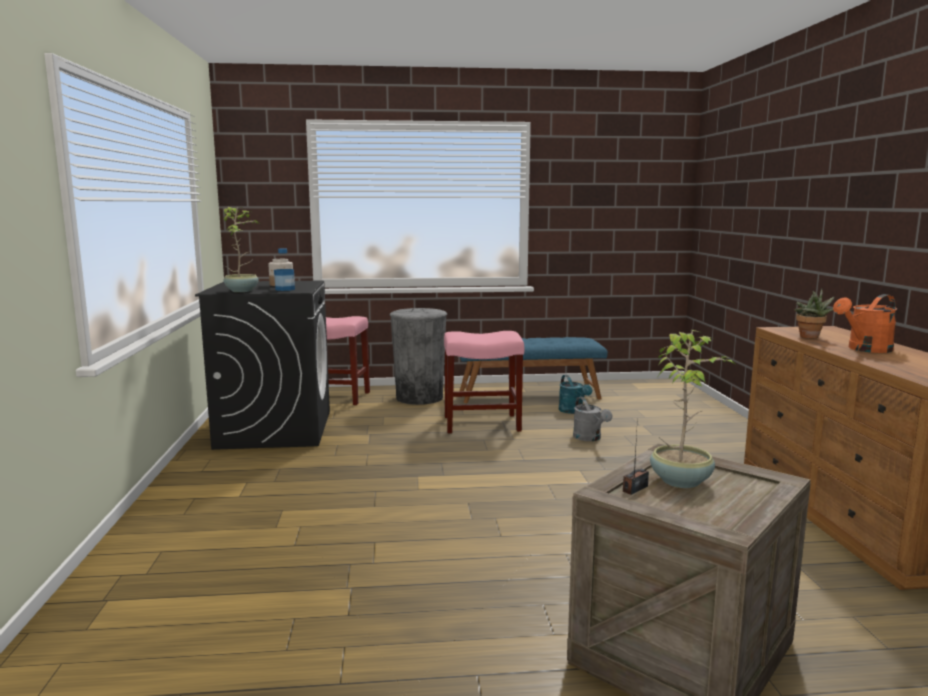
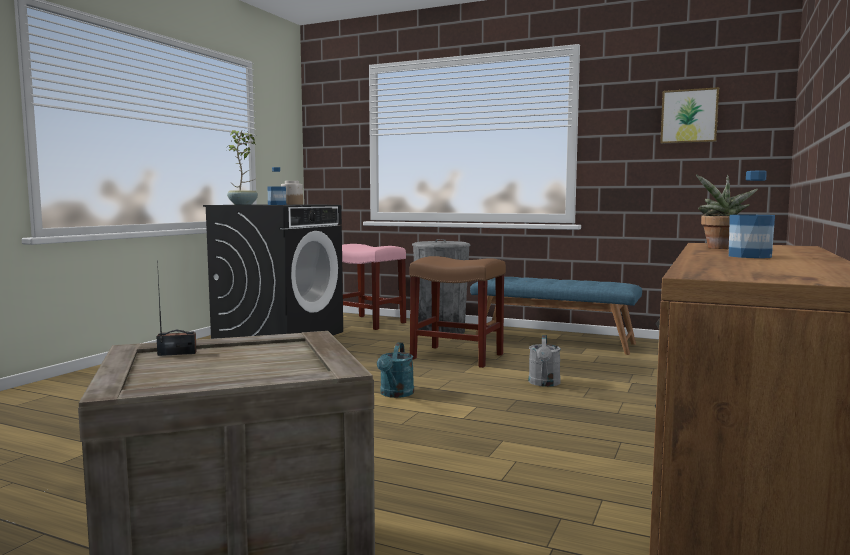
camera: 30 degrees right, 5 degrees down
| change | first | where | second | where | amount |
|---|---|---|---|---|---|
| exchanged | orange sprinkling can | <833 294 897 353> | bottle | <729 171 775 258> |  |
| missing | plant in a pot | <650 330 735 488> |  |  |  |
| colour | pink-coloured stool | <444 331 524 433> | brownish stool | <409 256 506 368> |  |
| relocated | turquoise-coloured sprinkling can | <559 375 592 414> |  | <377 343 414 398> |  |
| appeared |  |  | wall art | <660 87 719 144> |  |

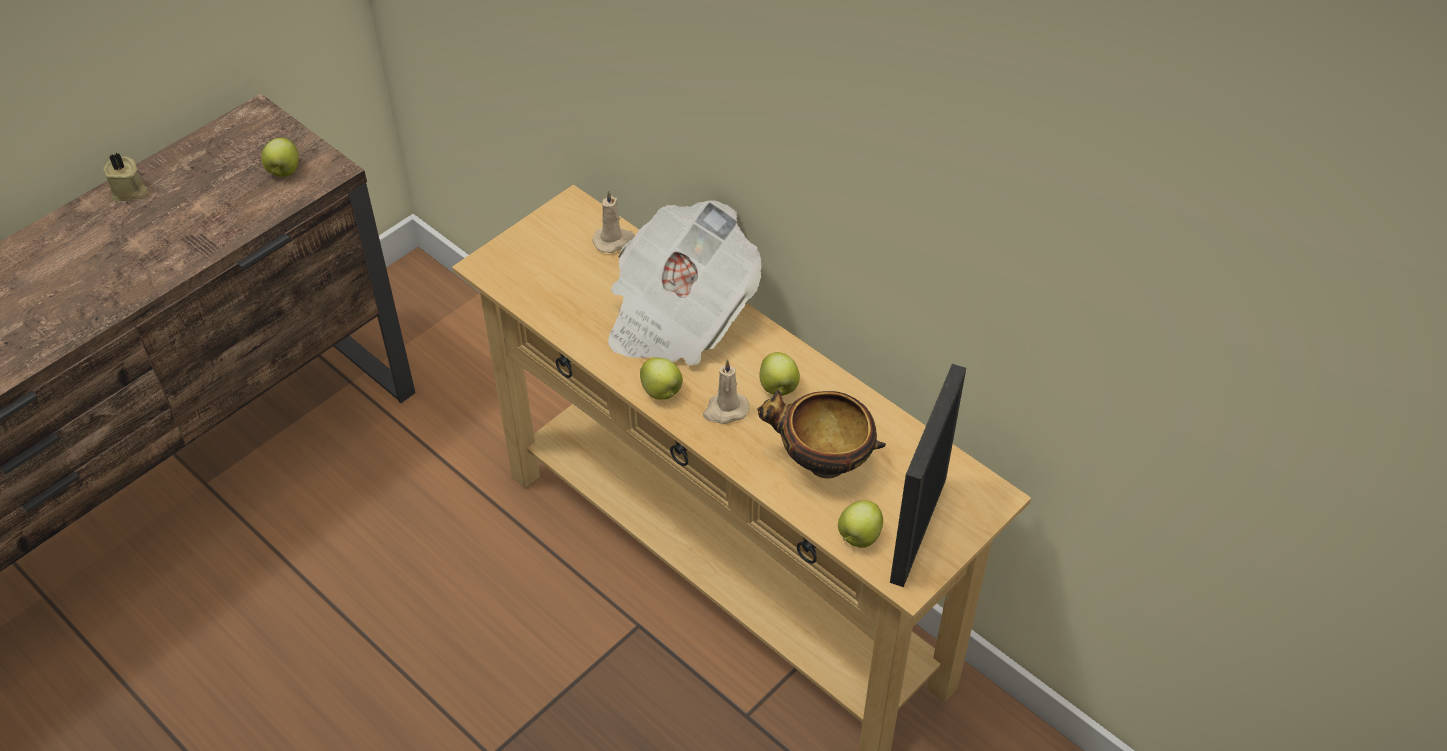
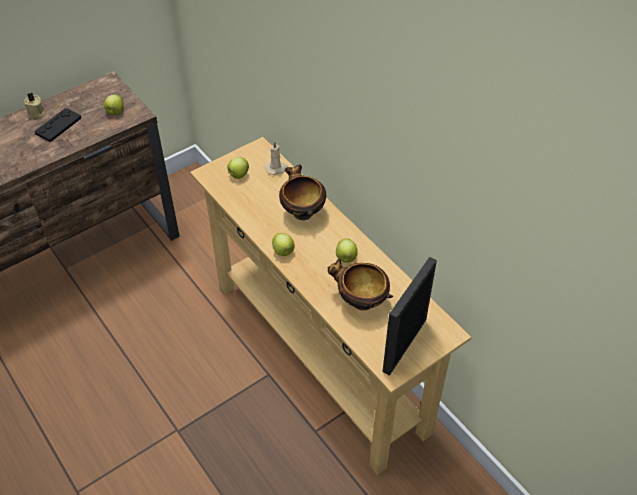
camera: 10 degrees right, 0 degrees up
| change | first | where | second | where | amount |
|---|---|---|---|---|---|
| exchanged | printed paper | <608 200 761 365> | serving bowl | <279 165 326 220> |  |
| missing | beige-coloured wax candle | <703 359 749 424> |  |  |  |
| relocated | whole apple | <838 500 883 548> |  | <227 158 249 179> |  |
| appeared |  |  | black-coloured game controller | <35 108 81 142> |  |

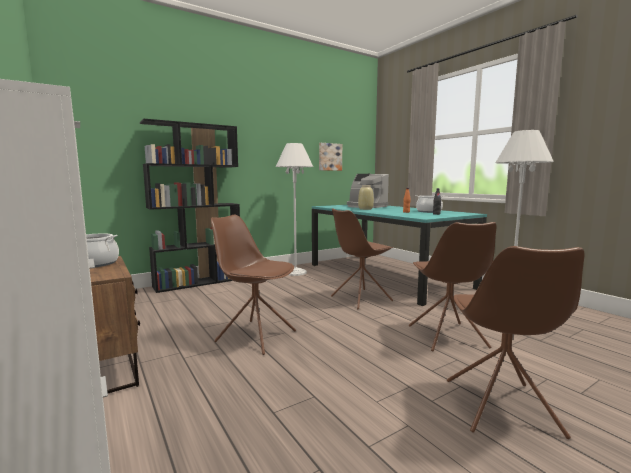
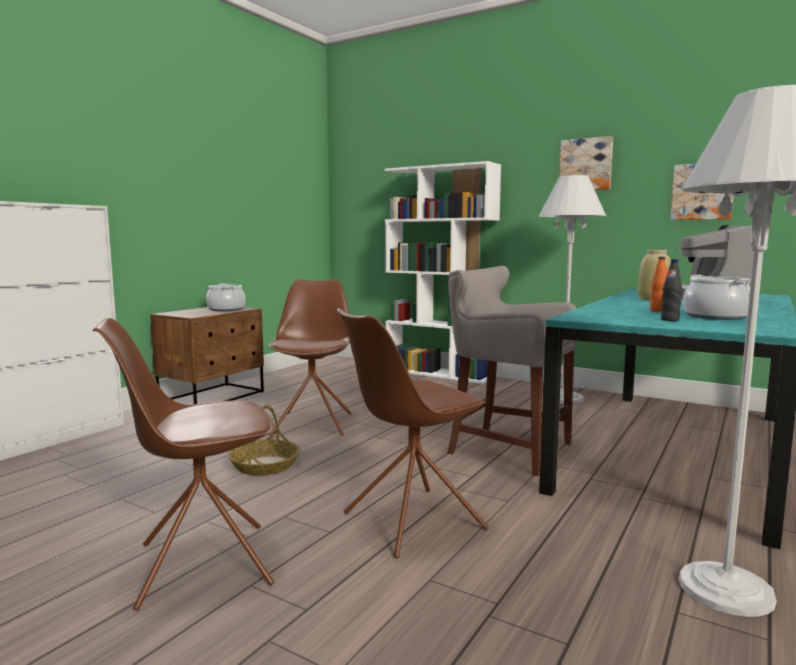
camera: 65 degrees right, 0 degrees up
| change | first | where | second | where | amount |
|---|---|---|---|---|---|
| colour | black-coloured shelving unit | <140 118 240 293> | white shelving unit | <385 161 501 384> |  |
| exchanged | brownish plain chair | <331 208 393 310> | gray stool | <447 266 577 476> |  |
| appeared |  |  | wall art | <559 136 613 190> |  |
| appeared |  |  | storage basket | <228 405 300 475> |  |

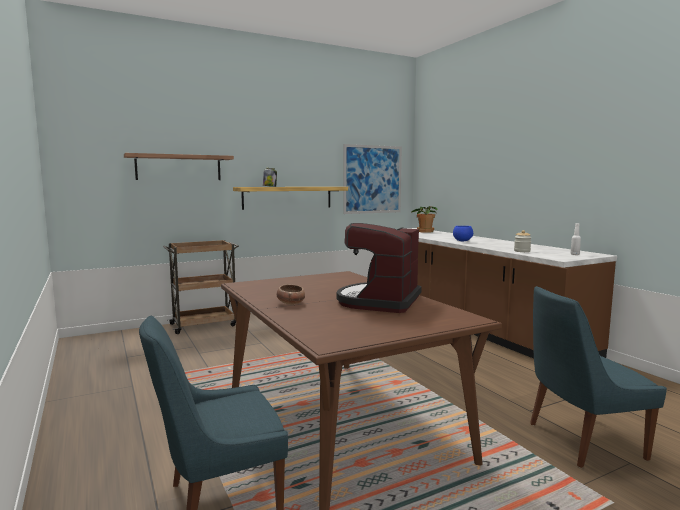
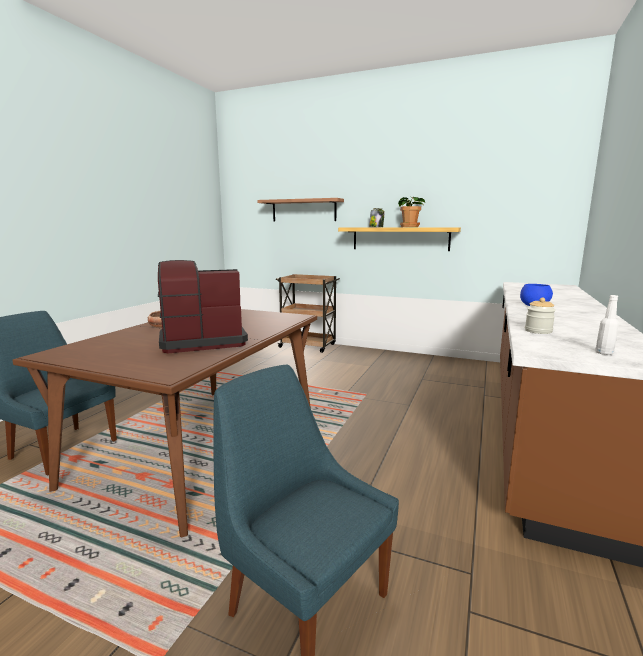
camera: 50 degrees right, 5 degrees up
| change | first | where | second | where | amount |
|---|---|---|---|---|---|
| missing | wall art | <343 144 402 214> |  |  |  |
| relocated | plant in a pot | <411 206 437 233> |  | <398 197 425 227> |  |

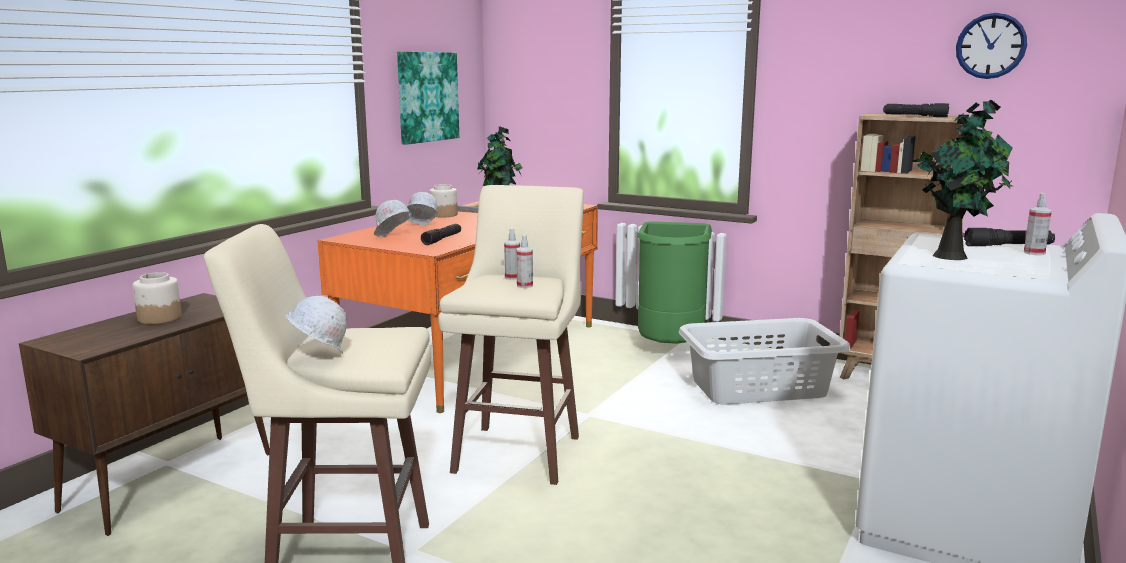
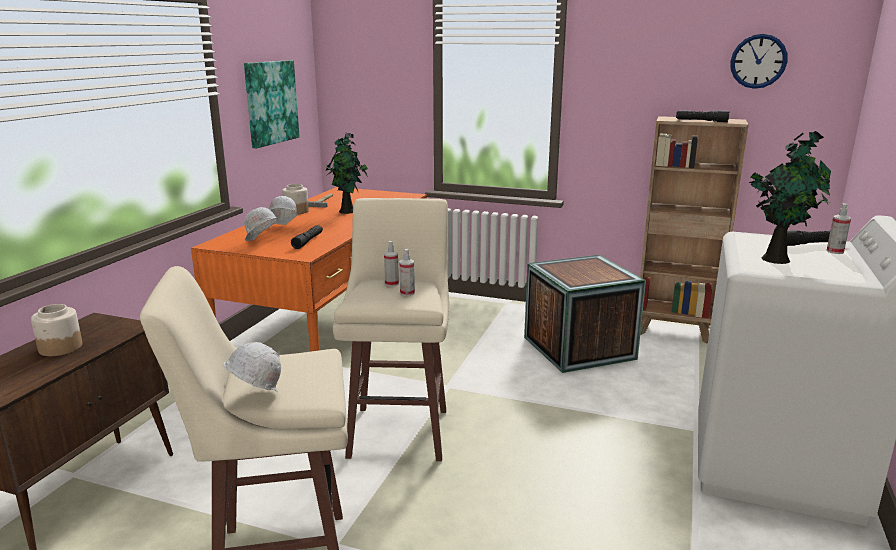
camera: 10 degrees left, 5 degrees up
| change | first | where | second | where | amount |
|---|---|---|---|---|---|
| missing | green-coloured waste bin | <637 221 712 344> |  |  |  |
| exchanged | gray hamper | <679 318 850 404> | packing crate | <524 255 646 373> |  |

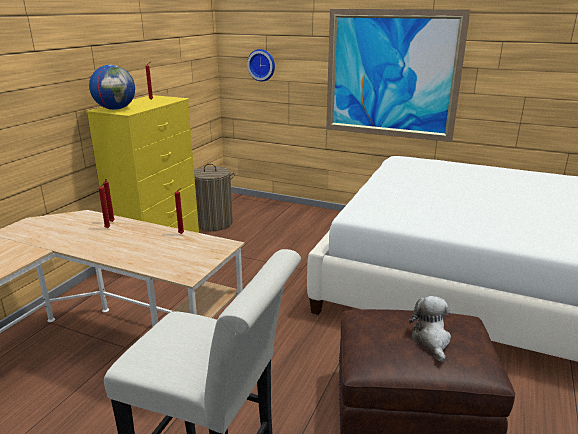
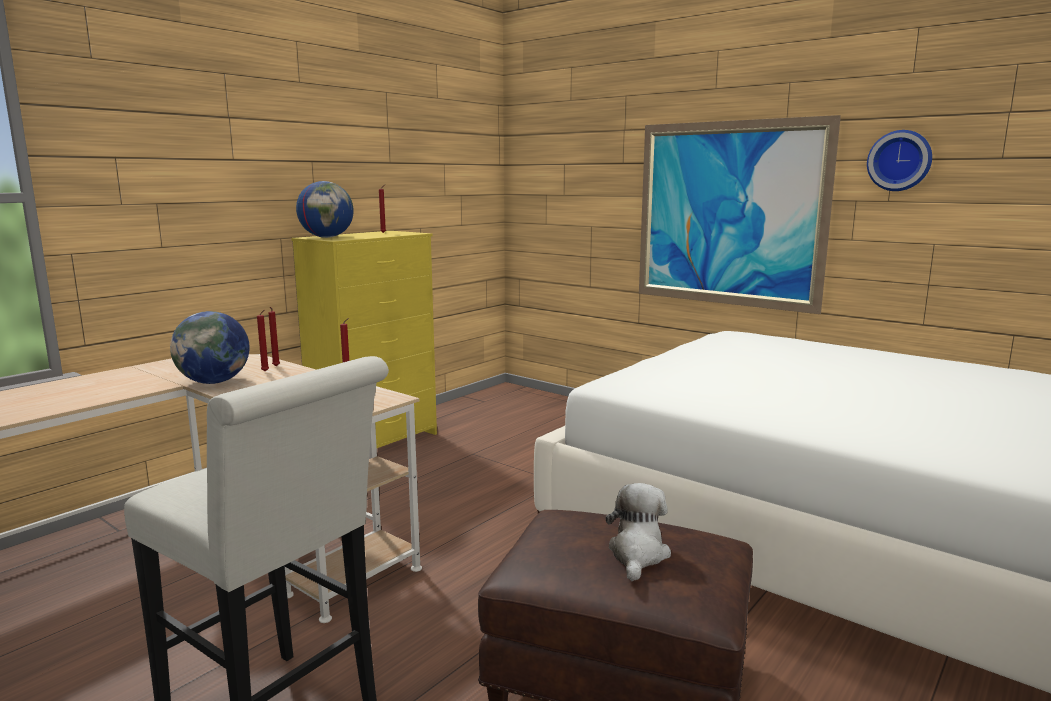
camera: 15 degrees right, 10 degrees down
| change | first | where | second | where | amount |
|---|---|---|---|---|---|
| relocated | hanging clock | <247 49 275 81> |  | <867 130 932 191> |  |
| missing | hamper | <194 163 235 231> |  |  |  |
| appeared |  |  | desk globe | <170 311 250 384> |  |

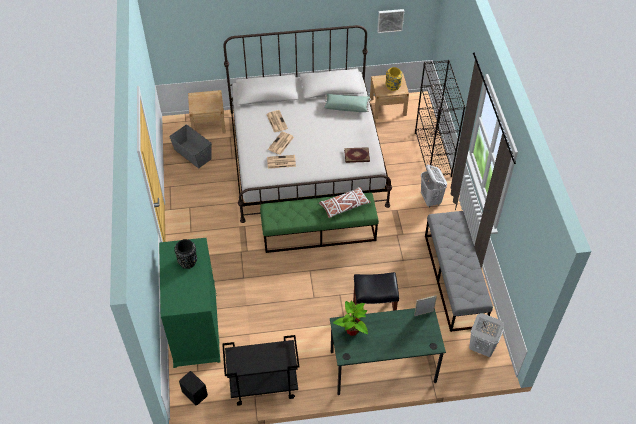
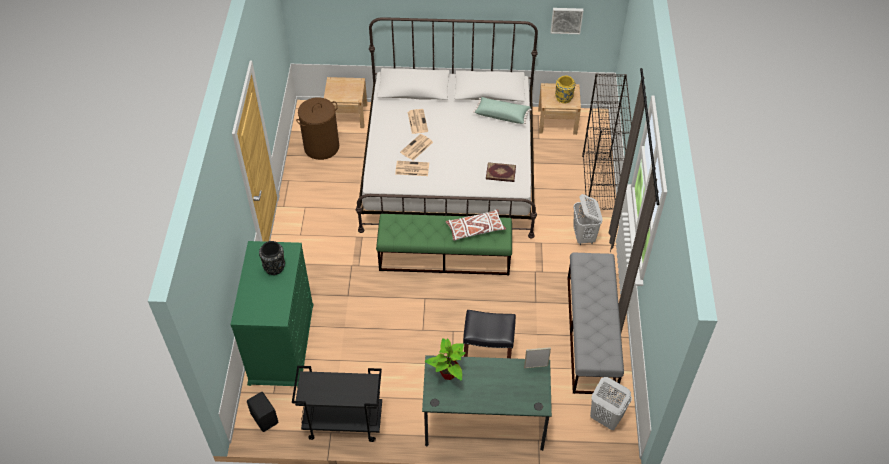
camera: 10 degrees right, 0 degrees up
| change | first | where | second | where | amount |
|---|---|---|---|---|---|
| exchanged | gray storage bin | <169 125 212 168> | brownish hamper | <296 97 339 160> |  |

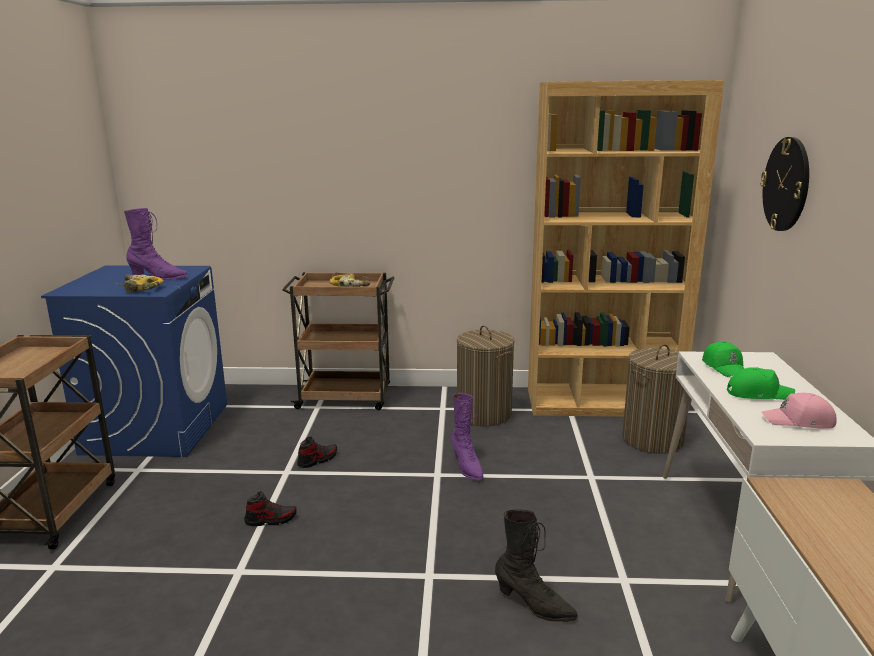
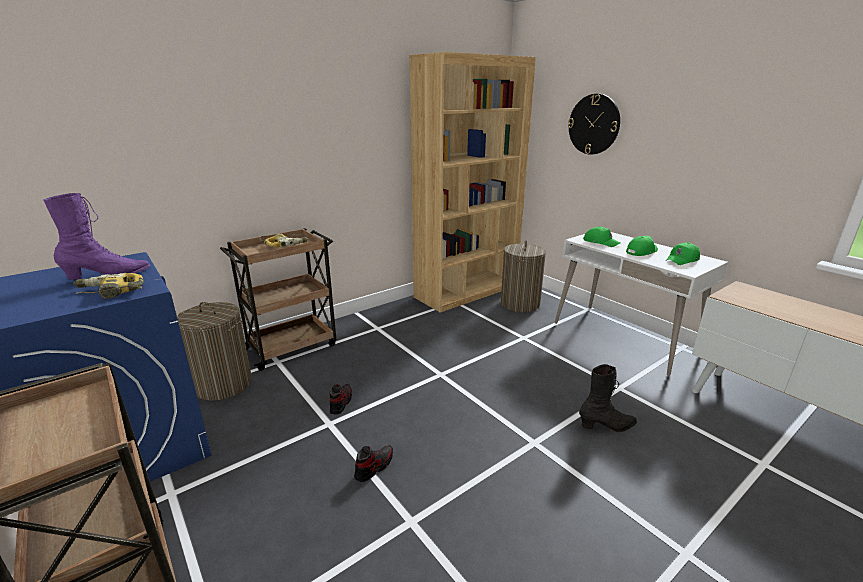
camera: 40 degrees left, 5 degrees up
| change | first | where | second | where | amount |
|---|---|---|---|---|---|
| relocated | hamper | <457 325 514 426> |  | <177 302 252 401> |  |
| missing | purple boot | <451 393 484 481> |  |  |  |
| colour | pink-coloured baseball cap | <762 393 837 429> | green-coloured baseball cap | <667 242 700 265> |  |

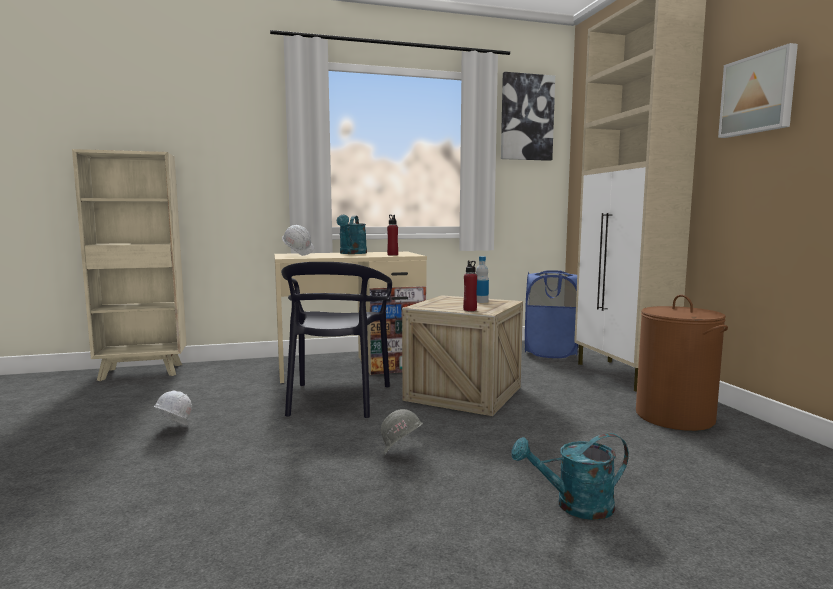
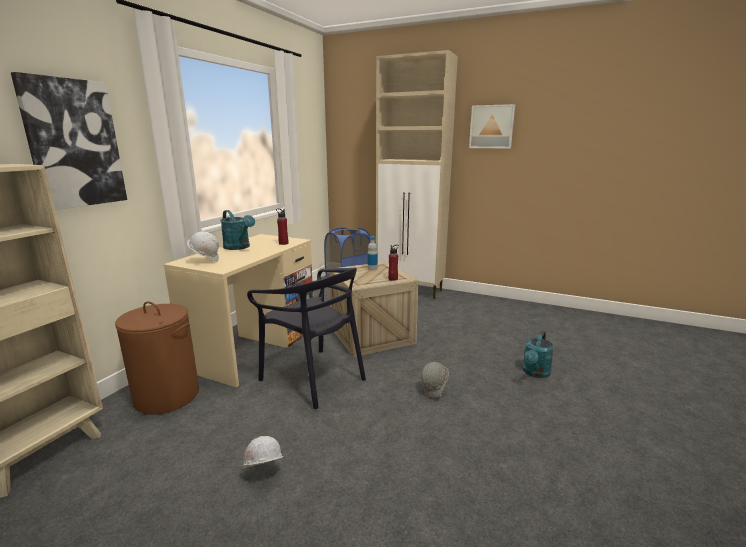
camera: 50 degrees left, 10 degrees up
| change | first | where | second | where | amount |
|---|---|---|---|---|---|
| relocated | wall art | <501 72 555 161> |  | <11 72 127 210> |  |
| relocated | brownish hamper | <636 295 728 431> |  | <115 302 199 415> |  |

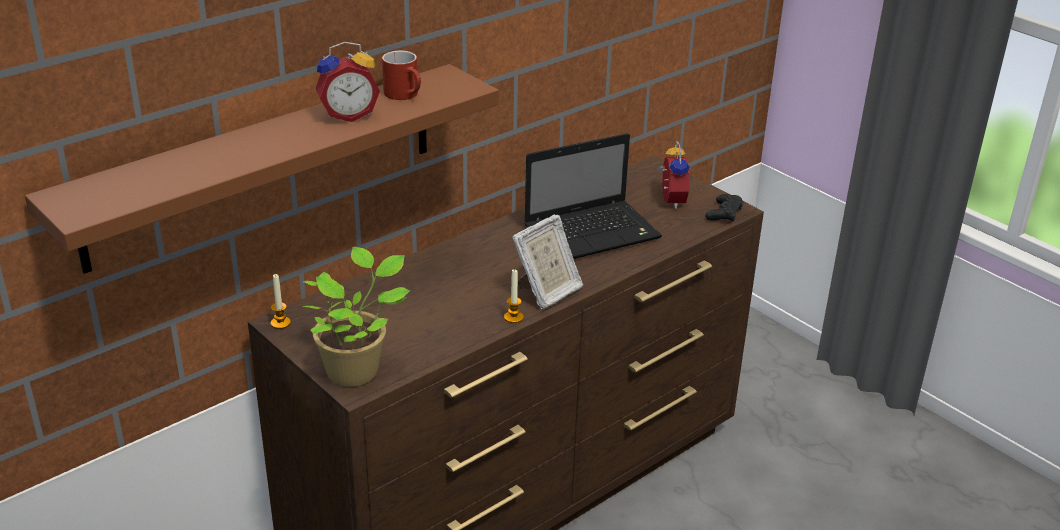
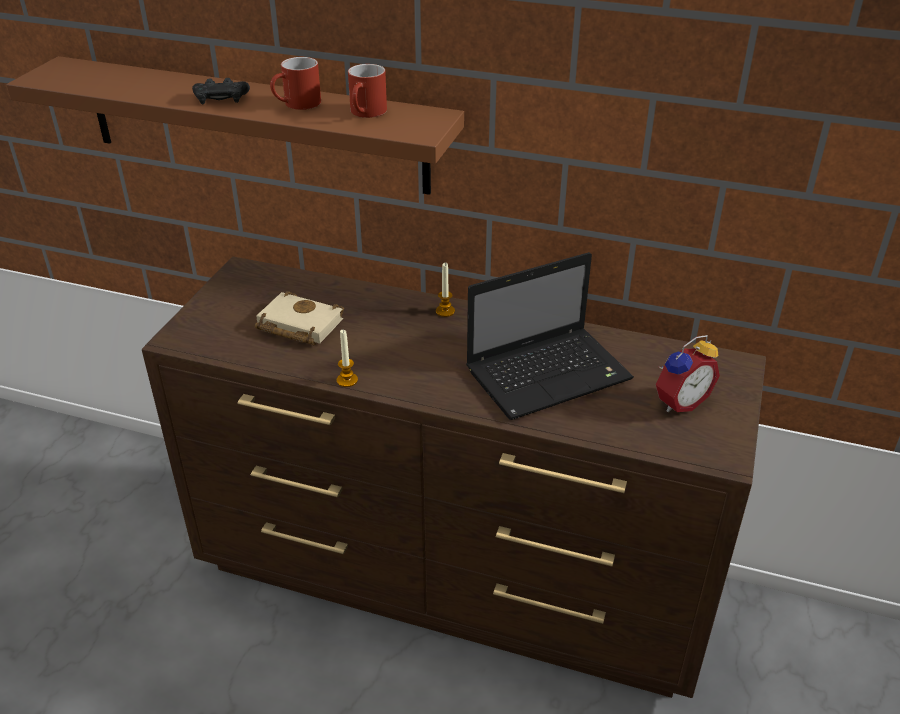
camera: 60 degrees right, 5 degrees up
| change | first | where | second | where | amount |
|---|---|---|---|---|---|
| exchanged | bedside clock | <316 42 380 122> | red coffee mug | <270 57 321 110> |  |
| spun | notebook computer | <524 133 662 259> |  | <466 252 634 420> | 60 degrees counterclockwise |
| relocated | black-coloured game controller | <705 194 744 222> |  | <192 78 250 104> |  |
| missing | photo frame | <512 214 583 309> |  |  |  |
| missing | plant in a pot | <302 247 410 387> |  |  |  |
| relocated | wax candle | <271 274 291 329> |  | <436 263 455 317> |  |
| appeared |  |  | beige-coloured book | <255 291 344 345> |  |

